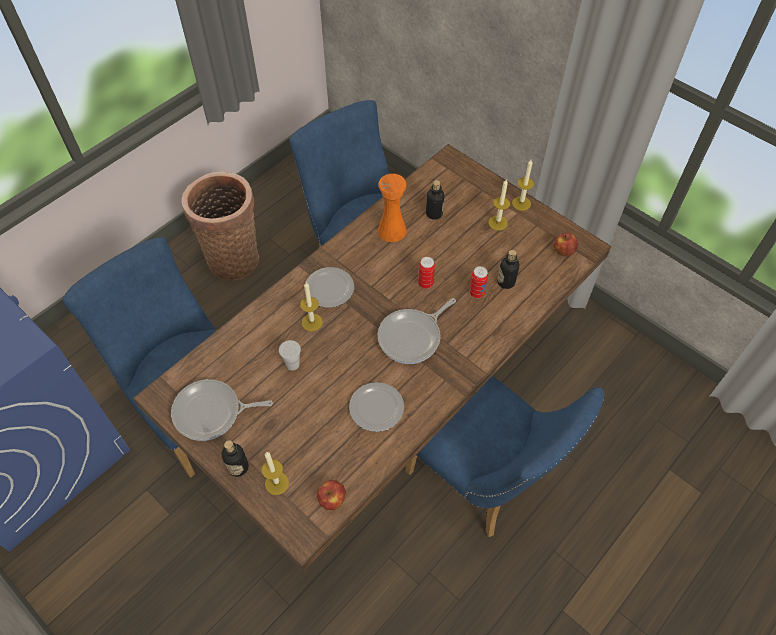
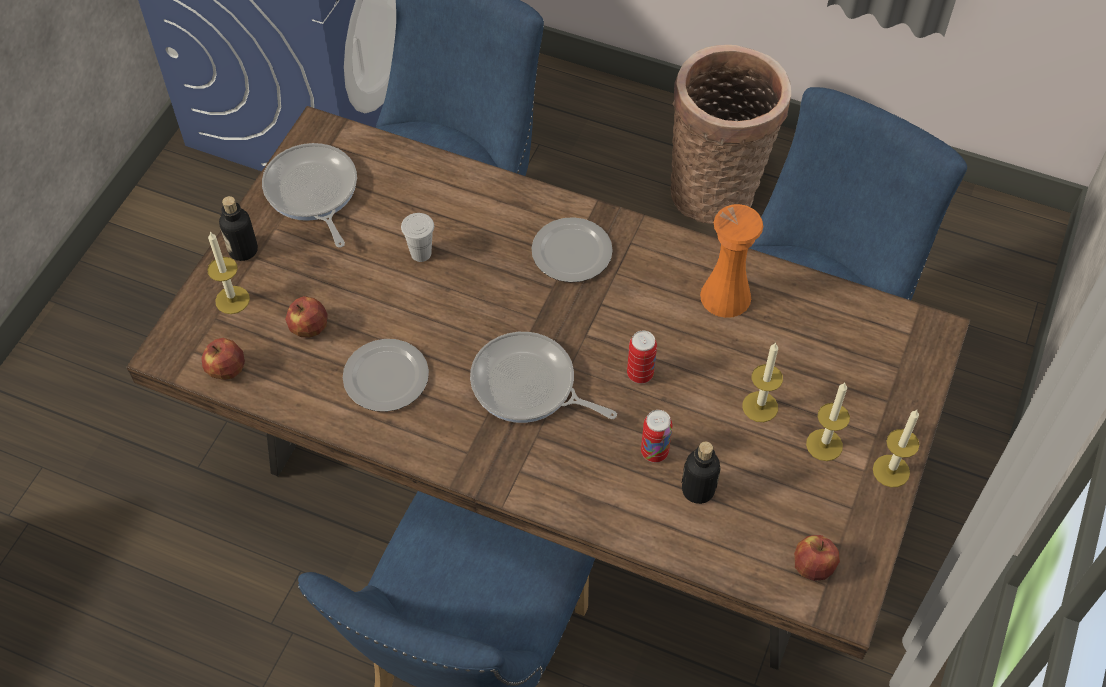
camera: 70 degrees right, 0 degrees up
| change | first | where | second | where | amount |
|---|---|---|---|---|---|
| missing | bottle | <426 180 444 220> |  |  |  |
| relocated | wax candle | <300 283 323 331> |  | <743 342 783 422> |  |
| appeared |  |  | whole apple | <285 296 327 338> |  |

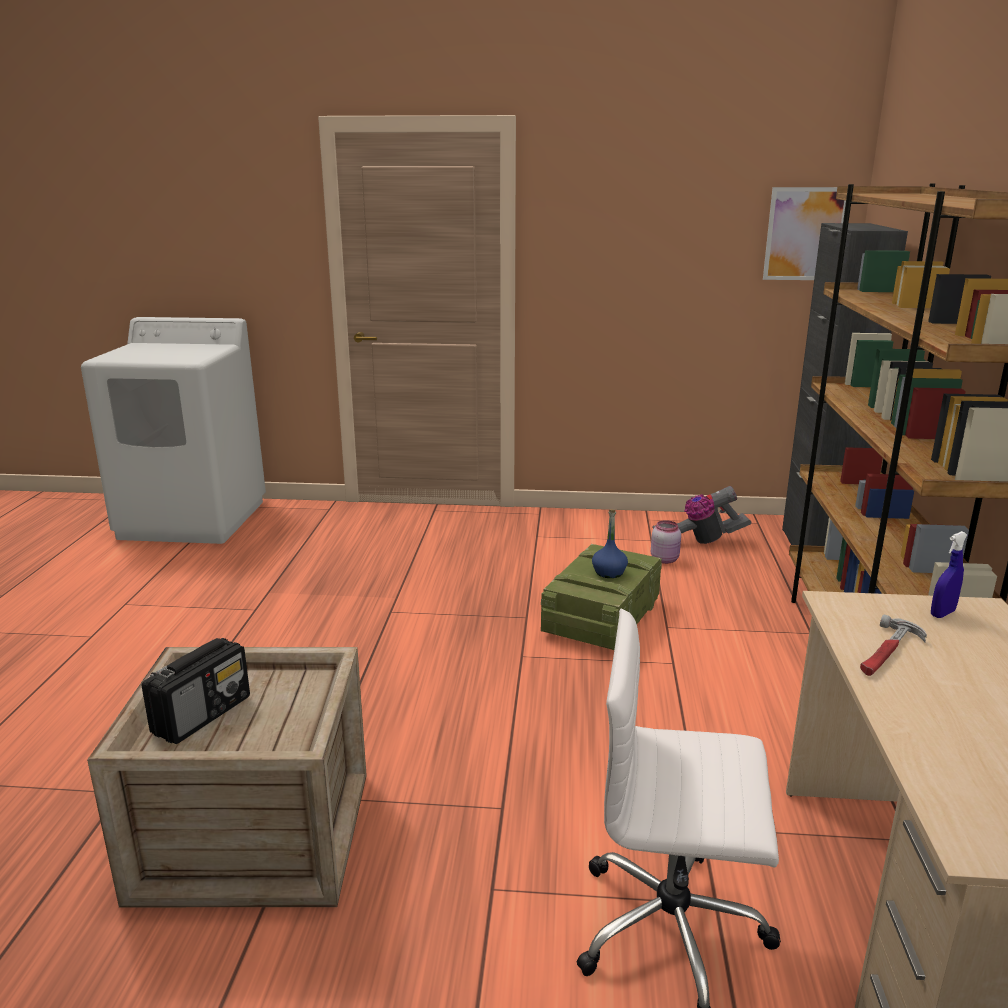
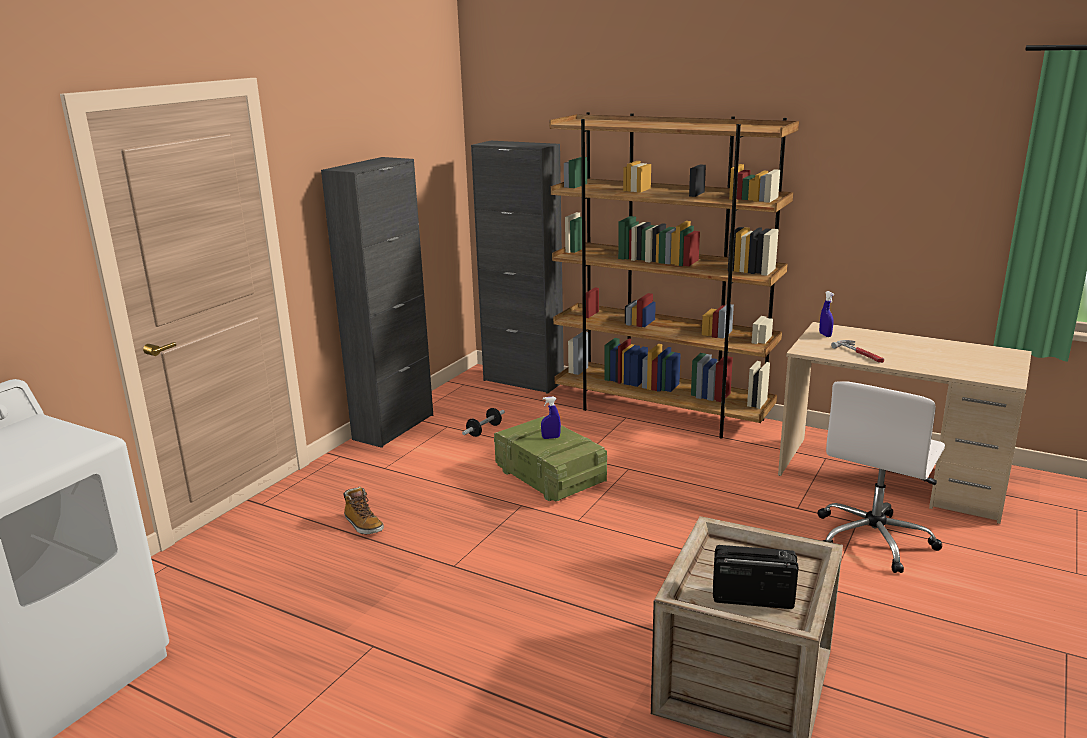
camera: 65 degrees left, 0 degrees up
| change | first | where | second | where | amount |
|---|---|---|---|---|---|
| missing | wall art | <763 187 846 280> |  |  |  |
| missing | vacuum | <652 486 752 544> |  |  |  |
| exchanged | blue bottle | <592 509 628 578> | blue sprayer | <541 397 561 439> |  |
| exchanged | pink-coloured jar | <651 520 681 564> | free weight | <462 408 505 437> |  |
| spun | radio receiver | <142 638 250 744> |  | <713 545 798 609> | 45 degrees counterclockwise |
| appeared |  |  | black-coloured cupboard | <321 157 433 448> |  |
| appeared |  |  | boot | <344 487 384 535> |  |

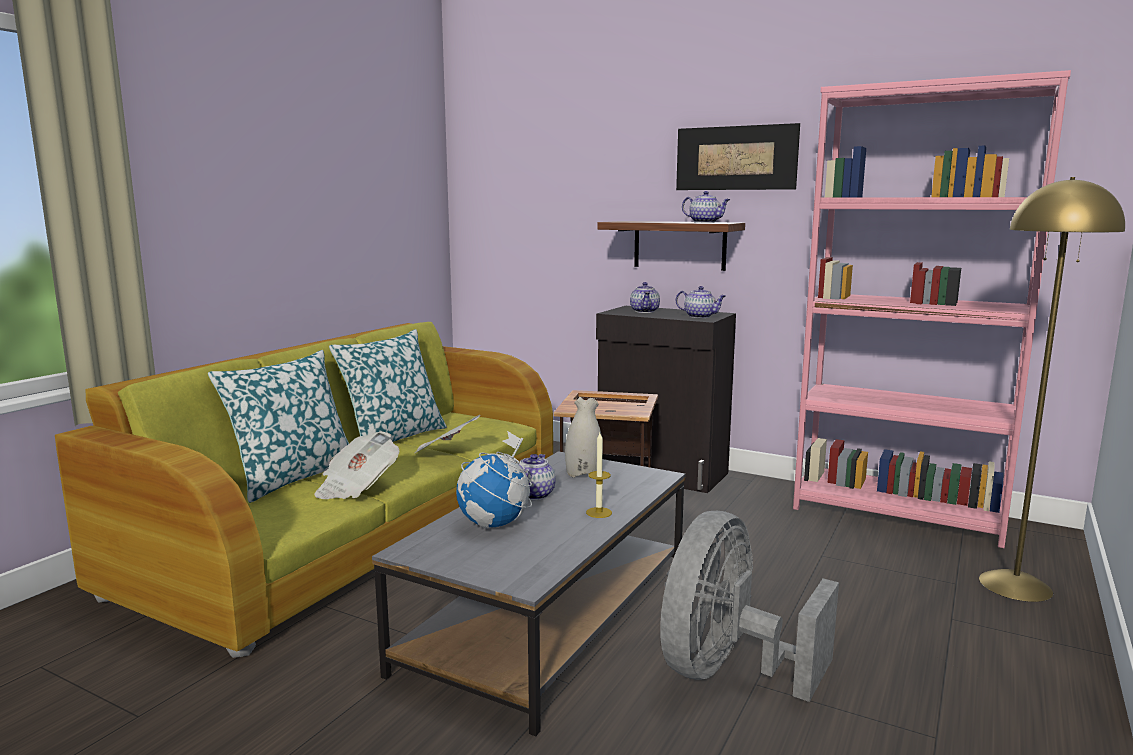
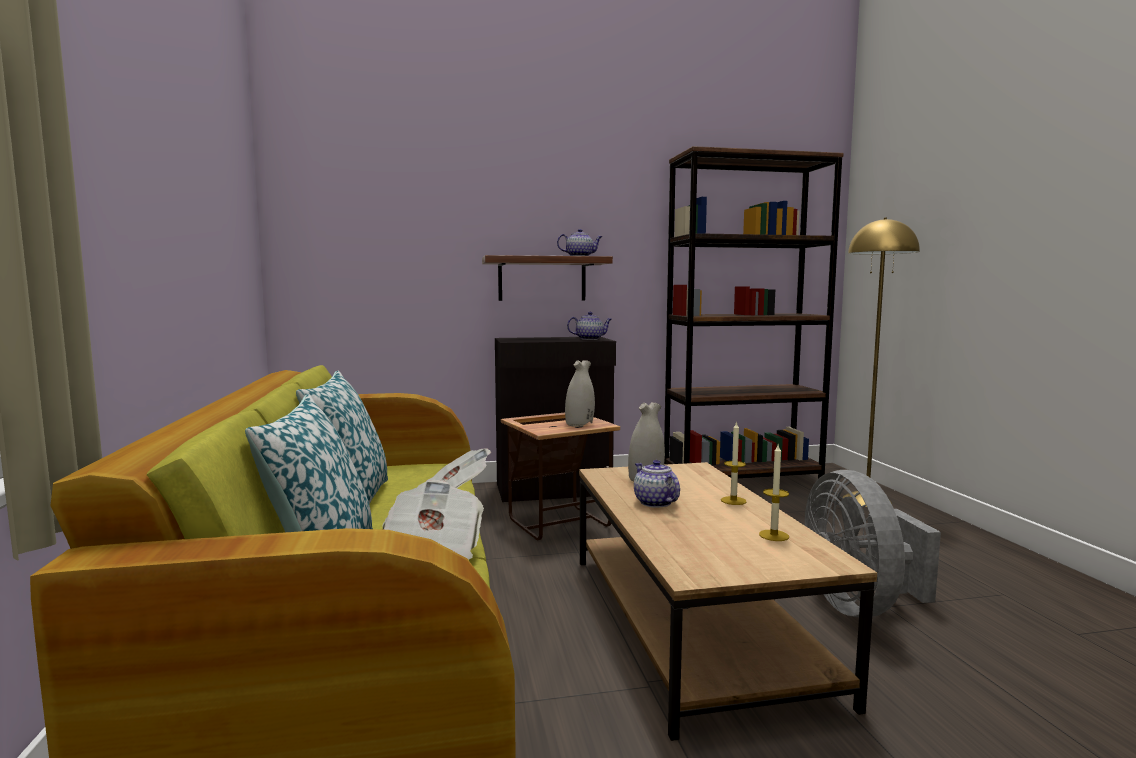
camera: 40 degrees left, 5 degrees down
| change | first | where | second | where | amount |
|---|---|---|---|---|---|
| colour | pink-coloured shelving unit | <793 70 1071 548> | brownish shelving unit | <664 146 844 478> |  |
| missing | wall art | <676 123 800 190> |  |  |  |
| missing | teapot | <630 282 660 313> |  |  |  |
| missing | desk globe | <456 431 532 529> |  |  |  |
| colour | gray lounge table | <372 451 685 736> | brownish lounge table | <579 462 877 741> |  |
| appeared |  |  | white flower vase | <565 360 595 427> |  |
| appeared |  |  | wax candle | <759 445 789 541> |  |

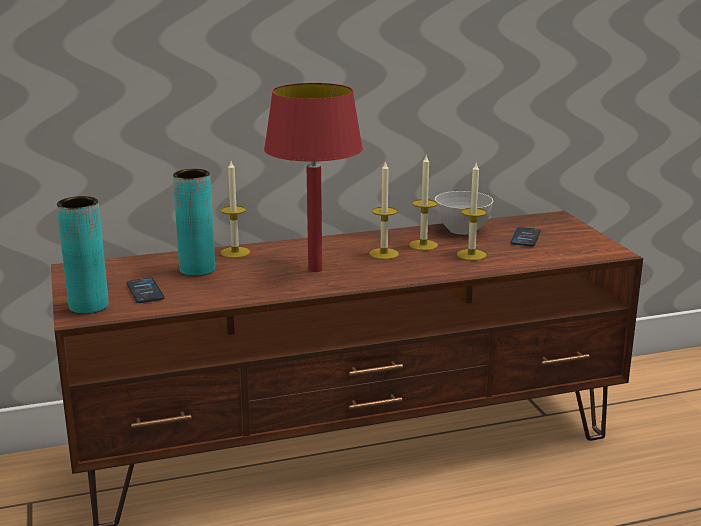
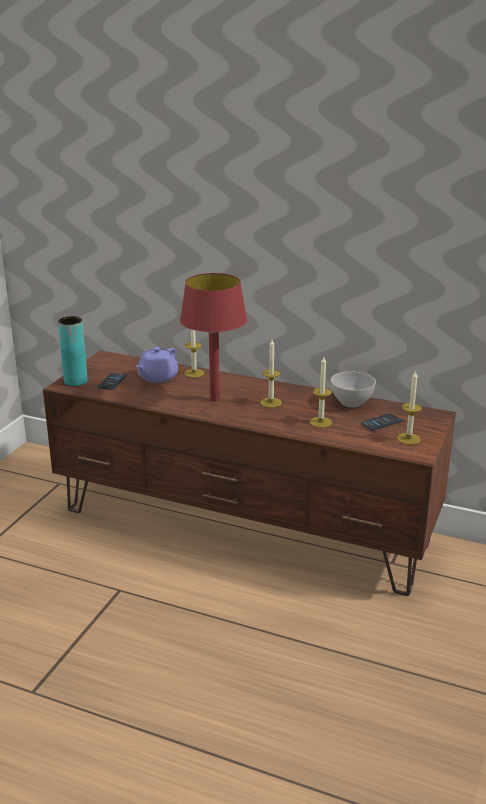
camera: 40 degrees right, 5 degrees up
| change | first | where | second | where | amount |
|---|---|---|---|---|---|
| relocated | wax candle | <409 155 438 251> |  | <397 370 422 445> |  |
| exchanged | turquoise-coloured flower vase | <173 169 215 276> | purple teapot | <136 347 178 383> |  |

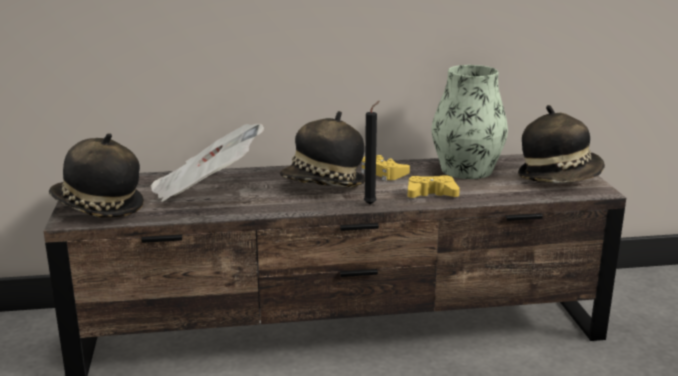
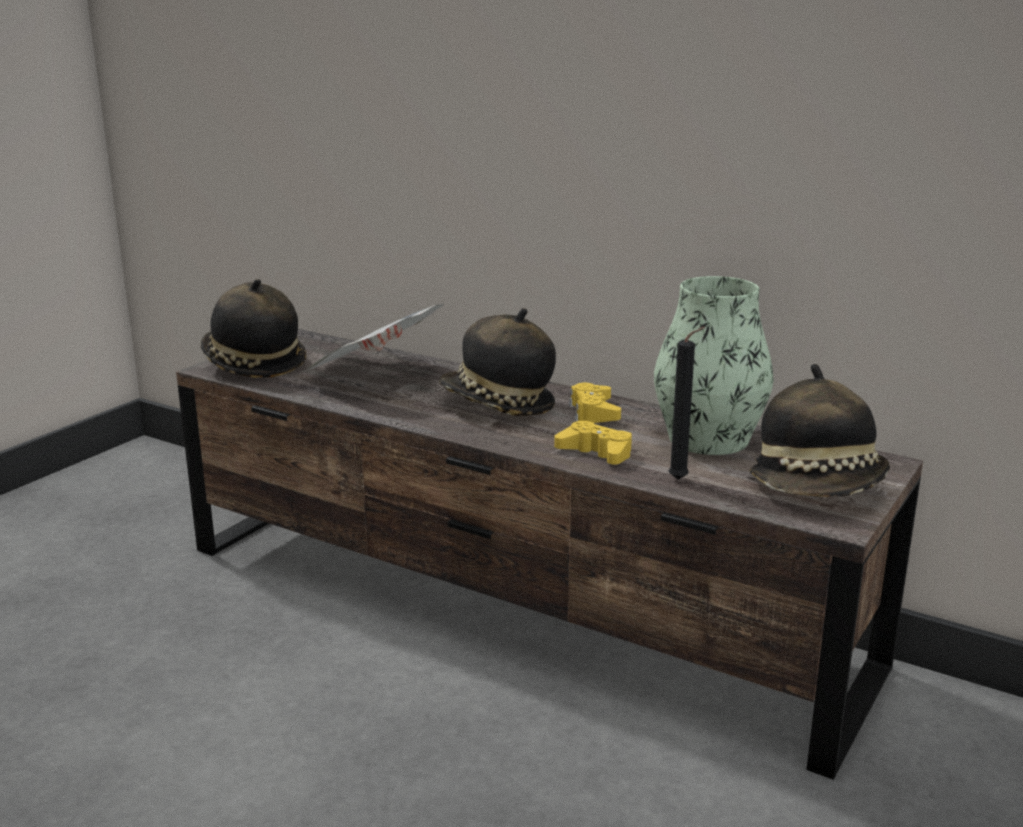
camera: 40 degrees right, 0 degrees up
| change | first | where | second | where | amount |
|---|---|---|---|---|---|
| relocated | black-coloured wax candle | <363 101 380 205> |  | <668 327 705 480> |  |

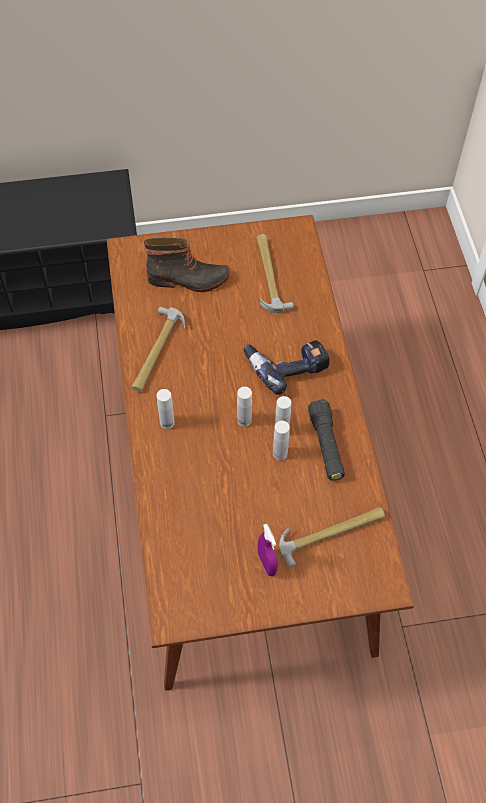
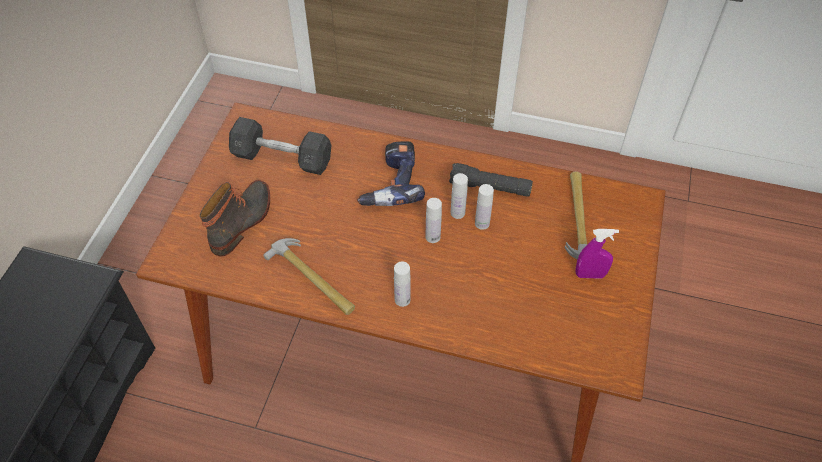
camera: 65 degrees left, 5 degrees down
| change | first | where | second | where | amount |
|---|---|---|---|---|---|
| exchanged | hammer | <257 234 294 313> | gray free weight | <229 117 331 175> |  |

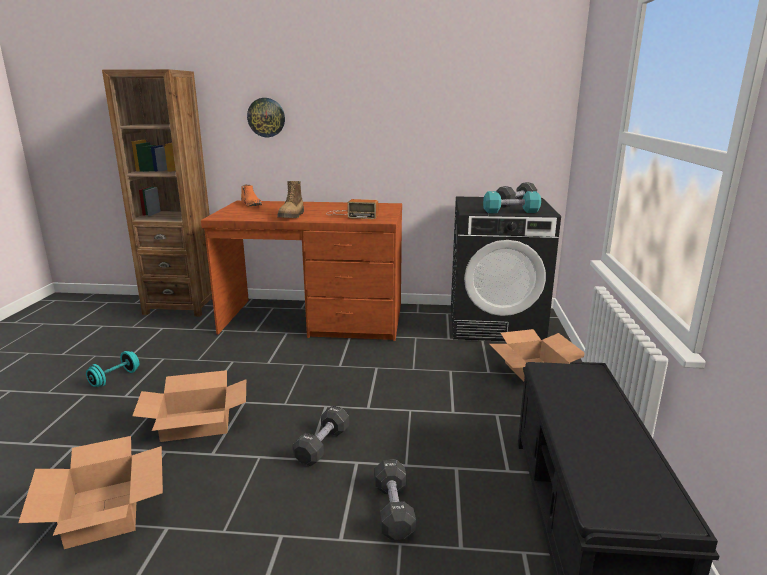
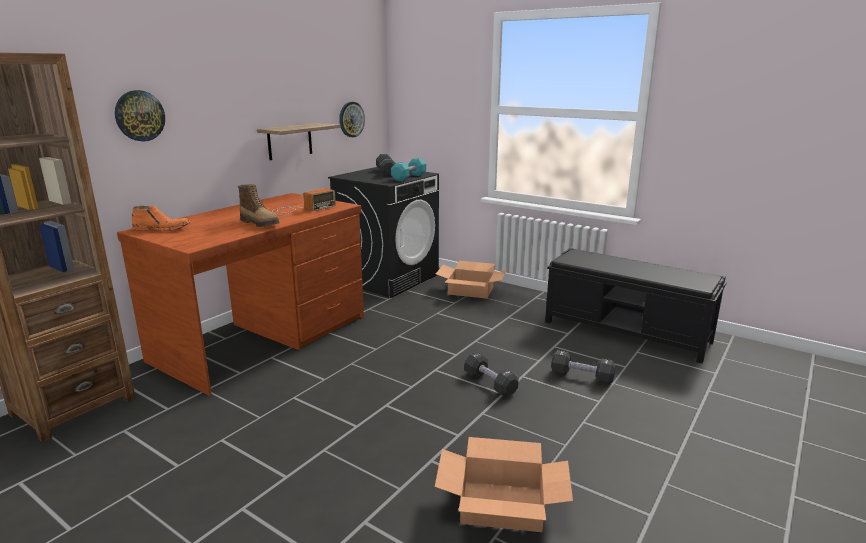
camera: 60 degrees left, 0 degrees up
| change | first | where | second | where | amount |
|---|---|---|---|---|---|
| missing | turquoise-coloured free weight | <86 351 139 387> |  |  |  |
| missing | cardboard box | <132 370 246 442> |  |  |  |
| appeared |  |  | hanging clock | <339 102 365 137> |  |
| appeared |  |  | shelf | <257 123 341 160> |  |

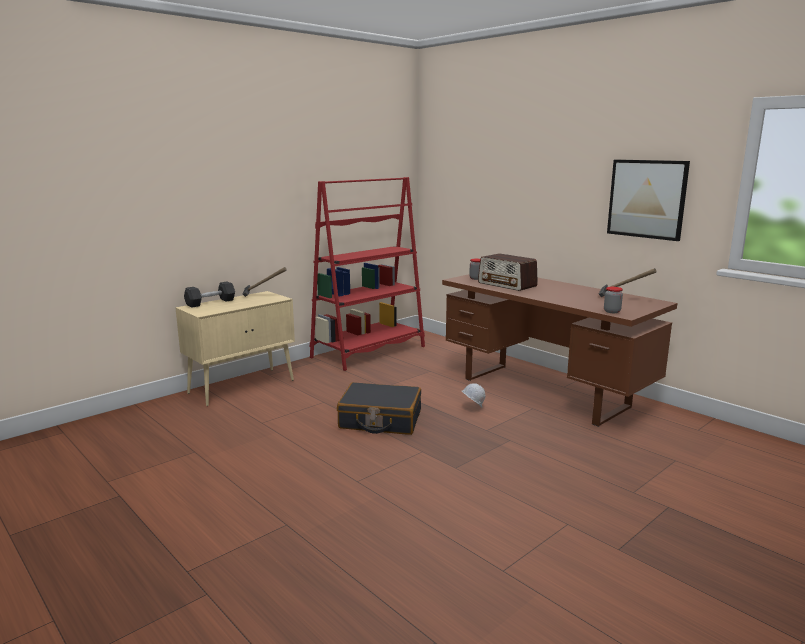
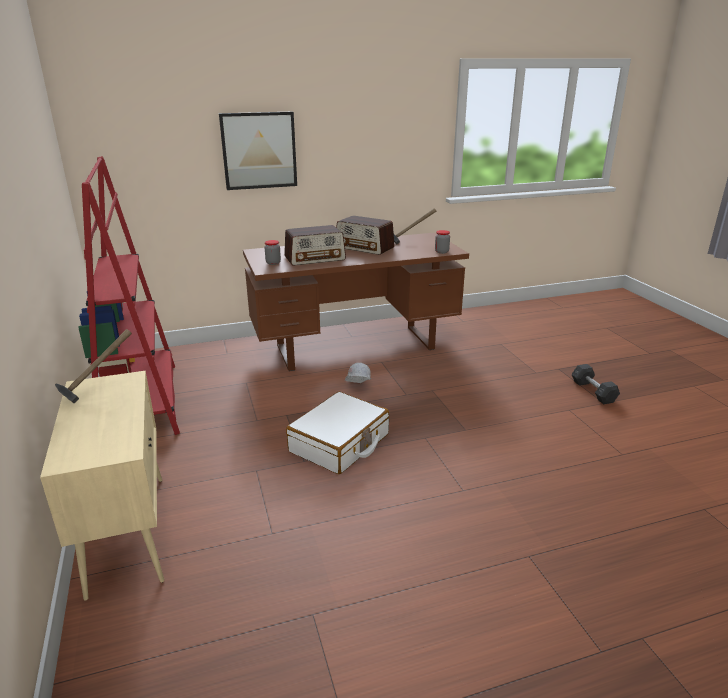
camera: 65 degrees left, 10 degrees up
| change | first | where | second | where | amount |
|---|---|---|---|---|---|
| relocated | wall art | <607 160 690 241> |  | <219 111 297 190> |  |
| relocated | gray free weight | <184 282 235 308> |  | <571 364 620 404> |  |
| colour | black-coloured travel case | <337 382 421 435> | white travel case | <286 392 389 474> |  |
| appeared |  |  | radio receiver | <336 216 394 255> |  |

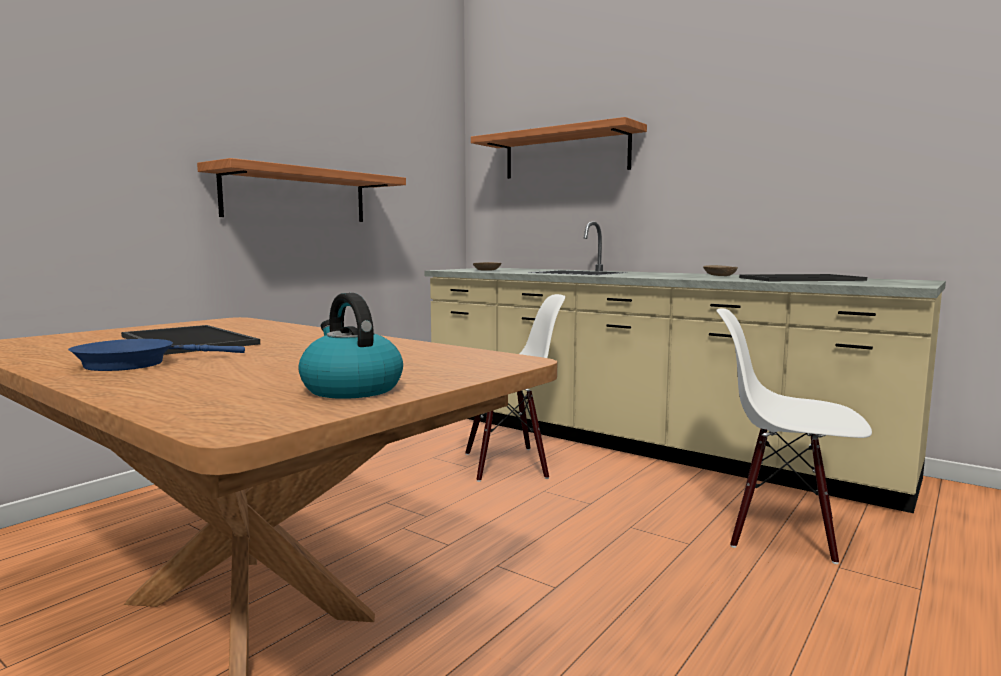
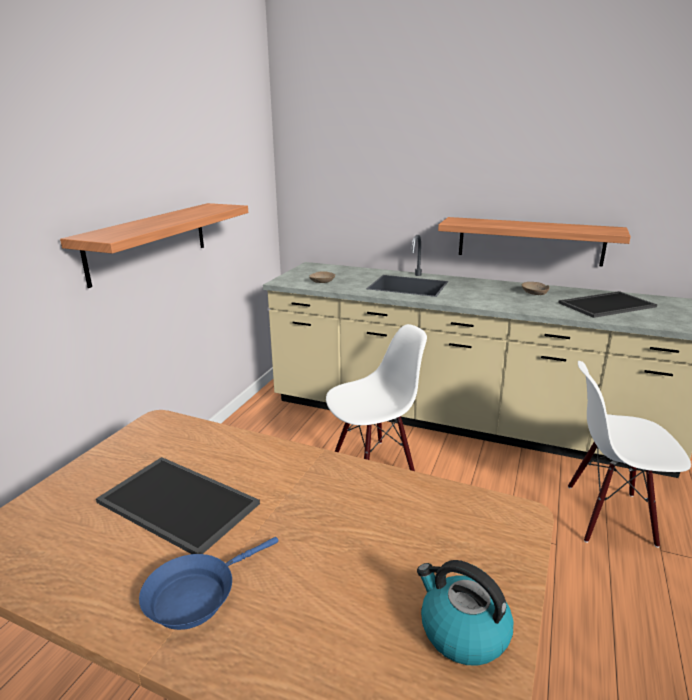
camera: 15 degrees left, 15 degrees up
| change | first | where | second | where | amount |
|---|---|---|---|---|---|
| relocated | shelf | <471 117 647 179> |  | <438 217 631 267> |  |

